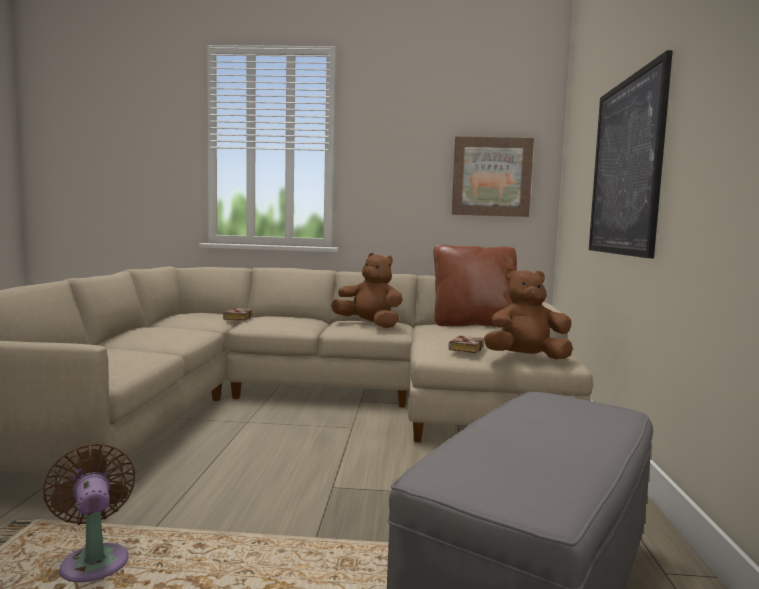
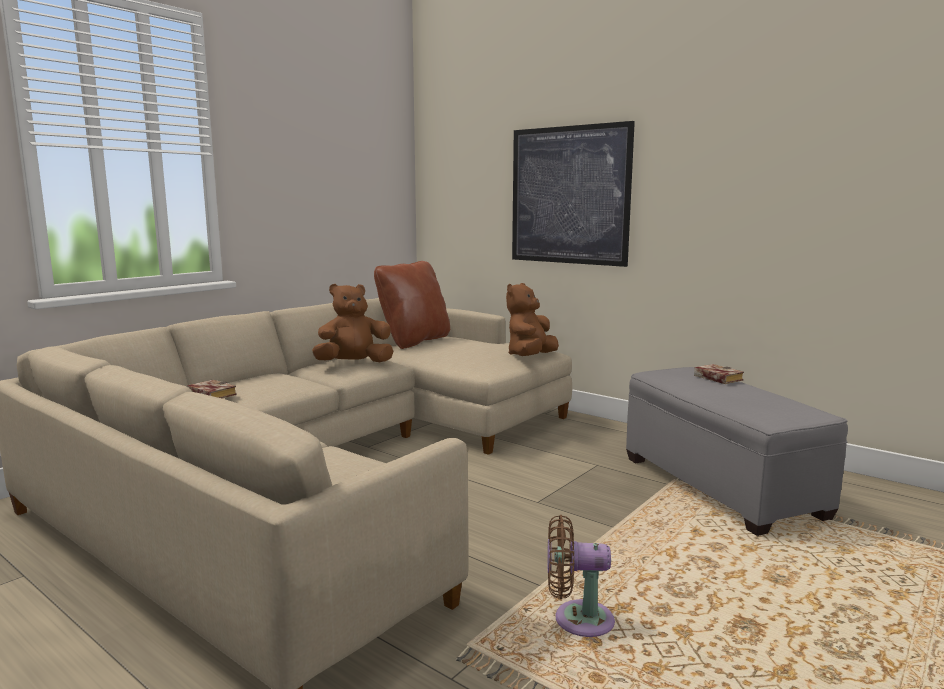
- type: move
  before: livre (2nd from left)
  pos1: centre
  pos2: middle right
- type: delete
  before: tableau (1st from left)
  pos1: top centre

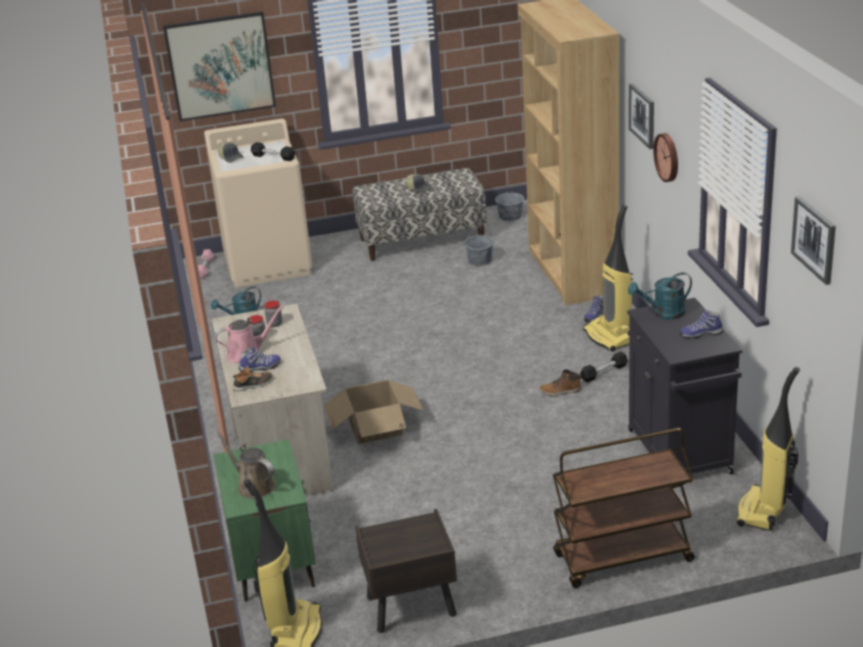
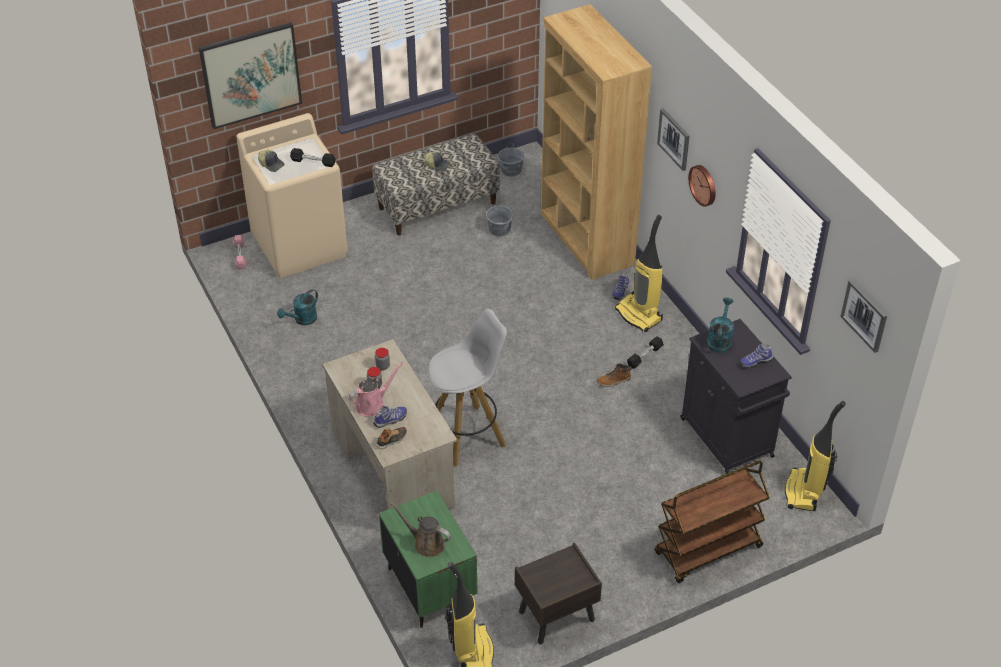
- type: replace
  before: carton
  after: tabouret/blanc
  pos1: centre
  pos2: centre
- type: rotate
  before: arrosoir/turquoise (2nd from left)
  pos1: middle right
  pos2: middle right
  turn: 135

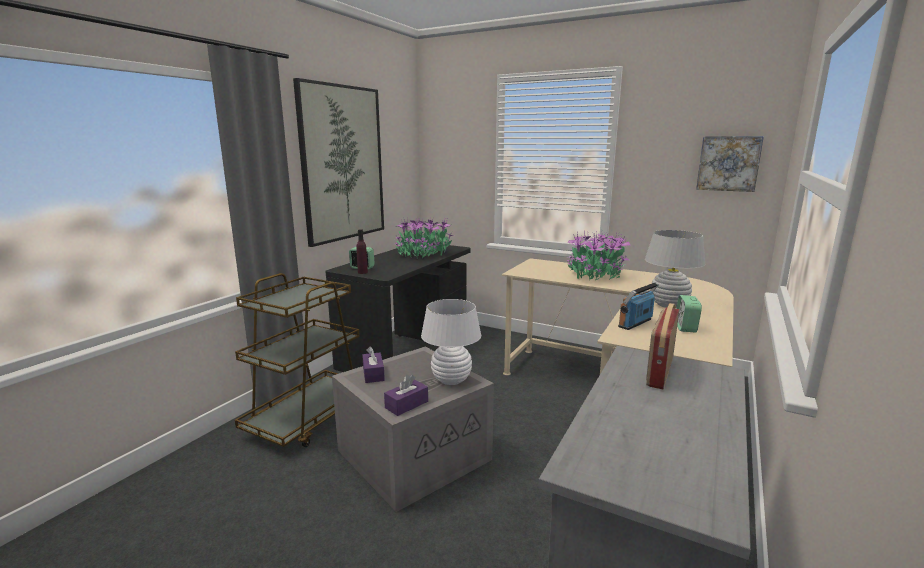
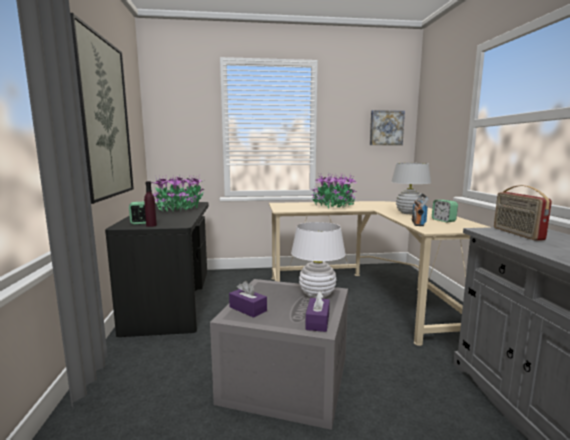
- type: delete
  before: chariot/marron
  pos1: middle left

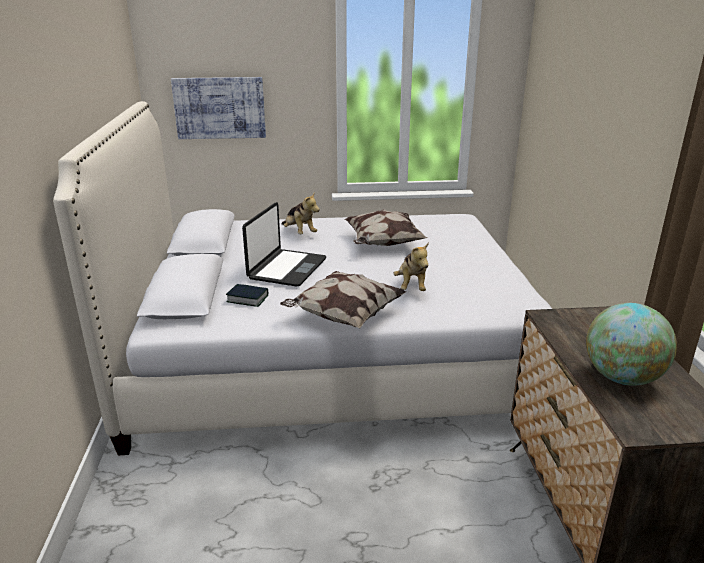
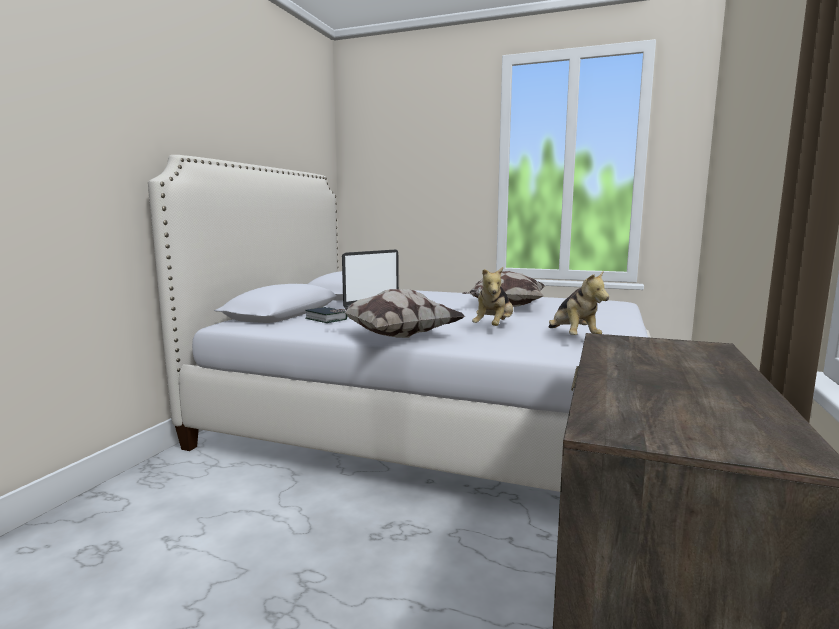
- type: move
  before: peluche (1st from left in the first image)
  after: peluche (2nd from left)
  pos1: centre
  pos2: middle right
- type: delete
  before: tableau
  pos1: top left
- type: delete
  before: globe
  pos1: middle right

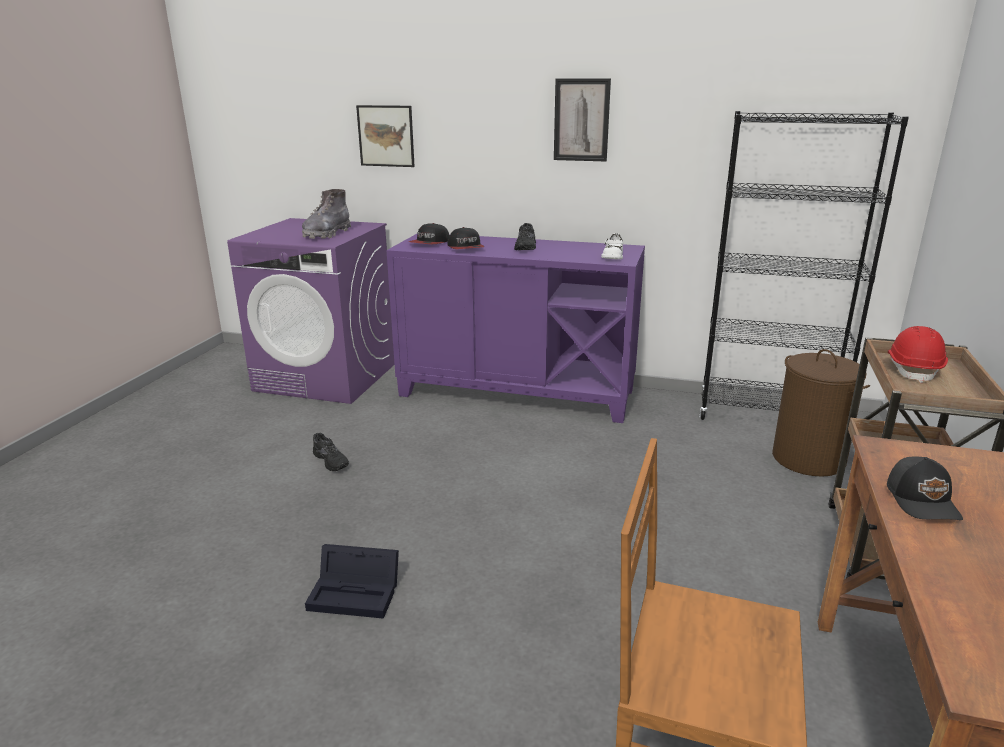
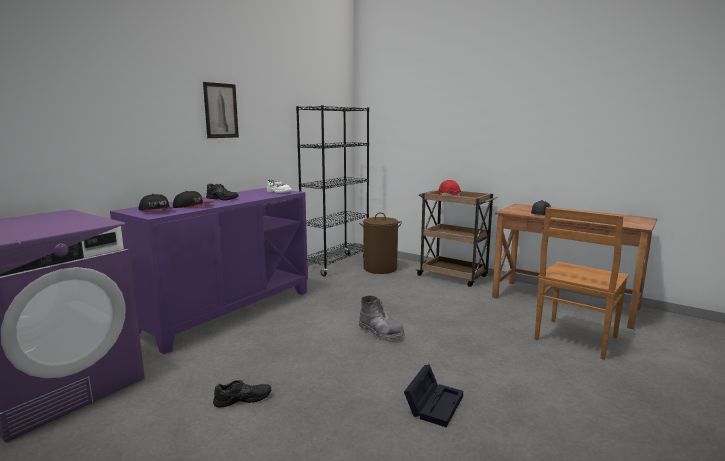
- type: move
  before: botte/gris
  pos1: top left
  pos2: bottom centre
- type: delete
  before: tableau (1st from left)
  pos1: top centre

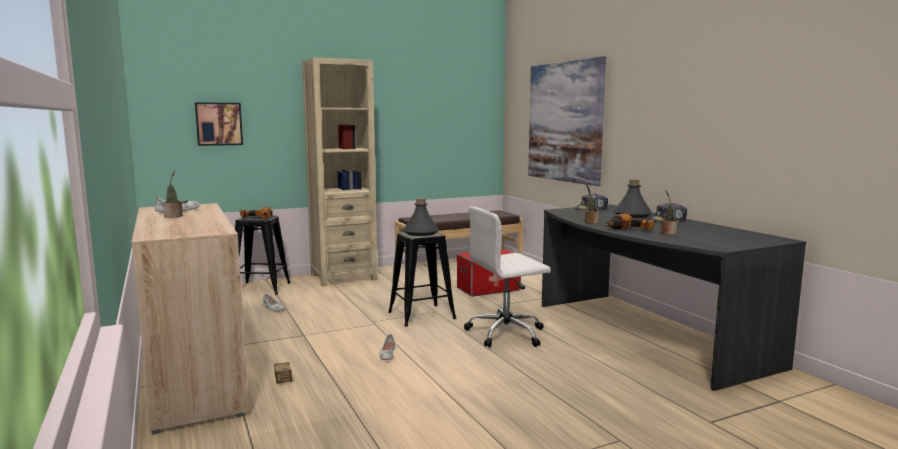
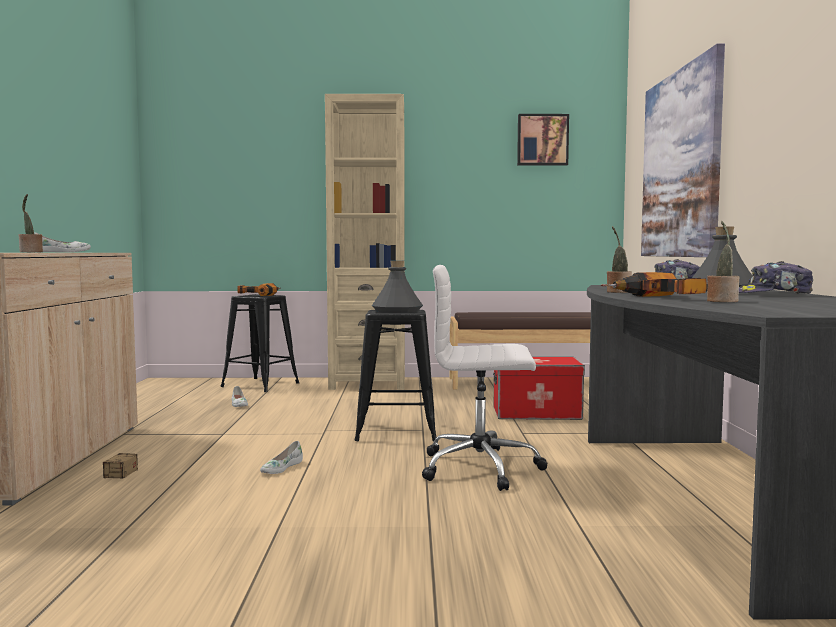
- type: move
  before: tableau (1st from left)
  pos1: top left
  pos2: top centre

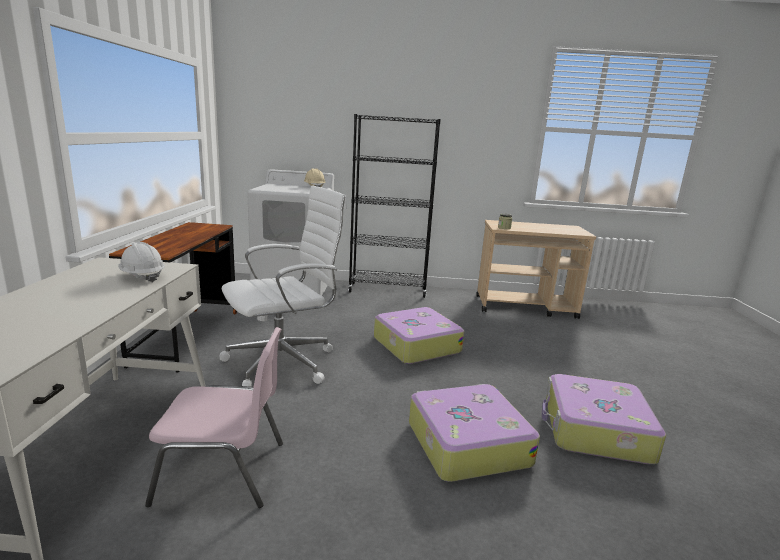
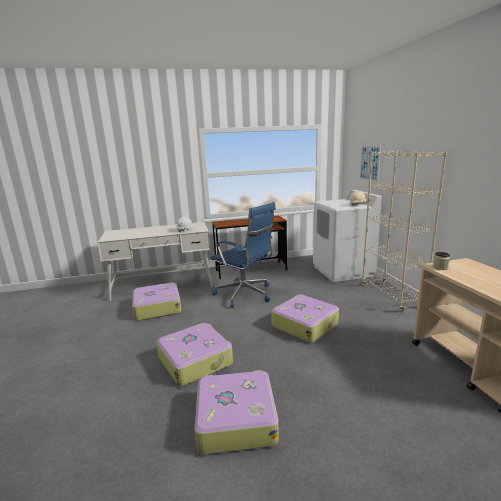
- type: replace
  before: chaise/rose
  after: valise (1st from left)
  pos1: bottom left
  pos2: middle left
- type: recolor
  before: chaise de bureau/blanc
  after: chaise de bureau/bleu
  pos1: centre
  pos2: centre
- type: insert
  after: tableau
  pos2: top right
- type: recolor
  before: bibliothèque/noir
  after: bibliothèque/beige
  pos1: centre
  pos2: middle right

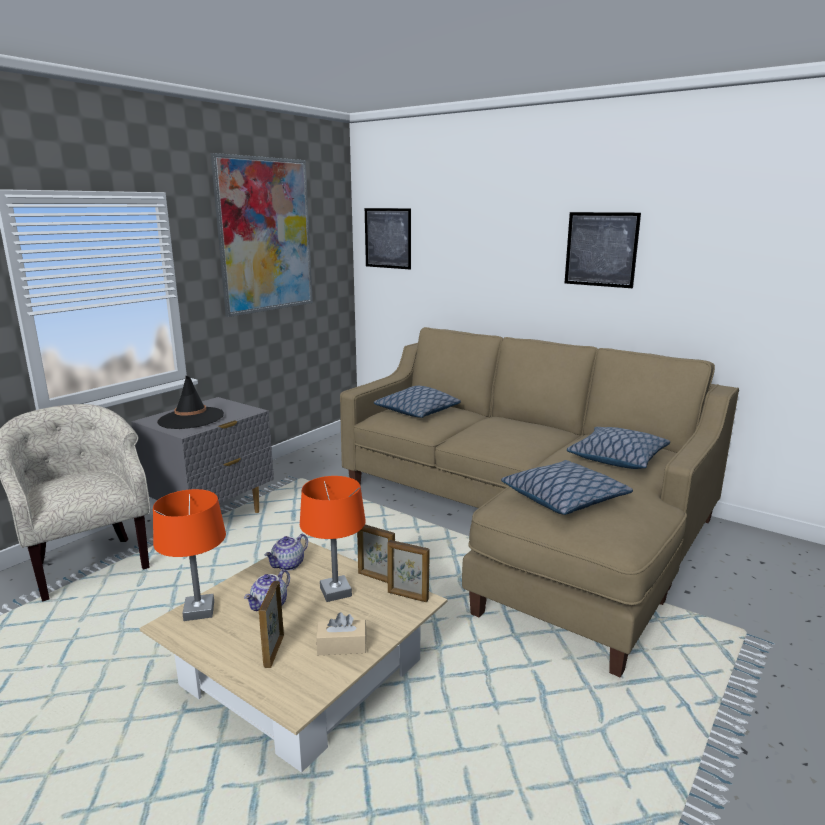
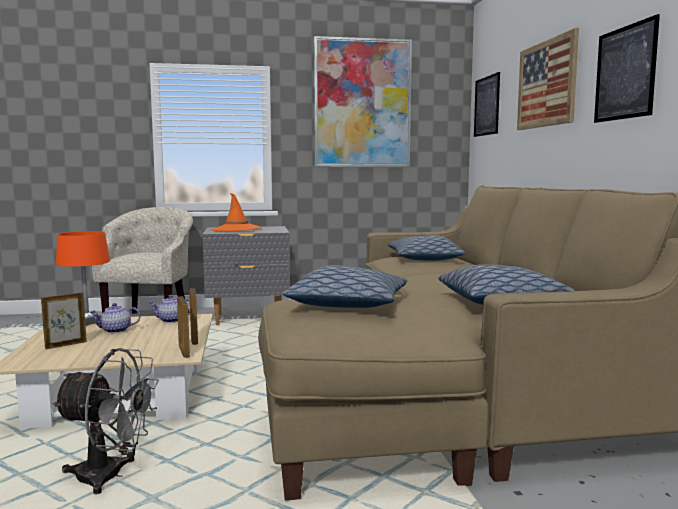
- type: insert
  after: ventilateur/gris
  pos2: bottom left
- type: recolor
  before: chapeau/noir
  after: chapeau/orange
  pos1: middle left
  pos2: centre
- type: insert
  after: tableau (3rd from left)
  pos2: top right
- type: delete
  before: lampe de table/orange (2nd from left)
  pos1: centre
- type: delete
  before: boîte à mouchoirs/beige
  pos1: bottom centre

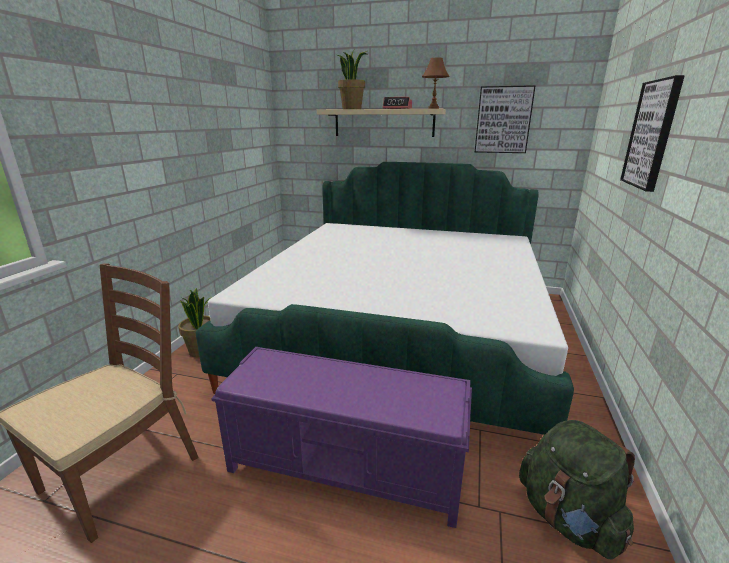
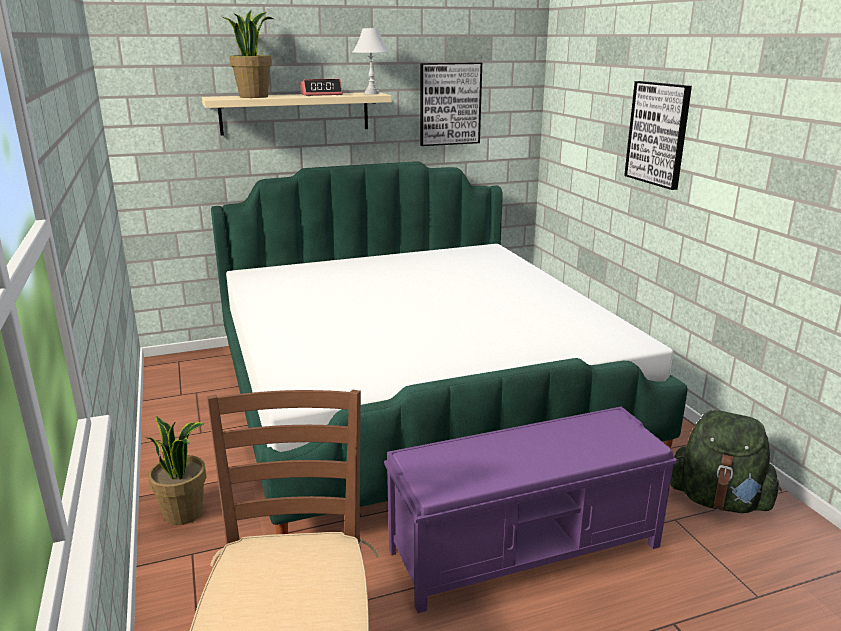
- type: recolor
  before: lampe de table/marron
  after: lampe de table/blanc
  pos1: top centre
  pos2: top centre

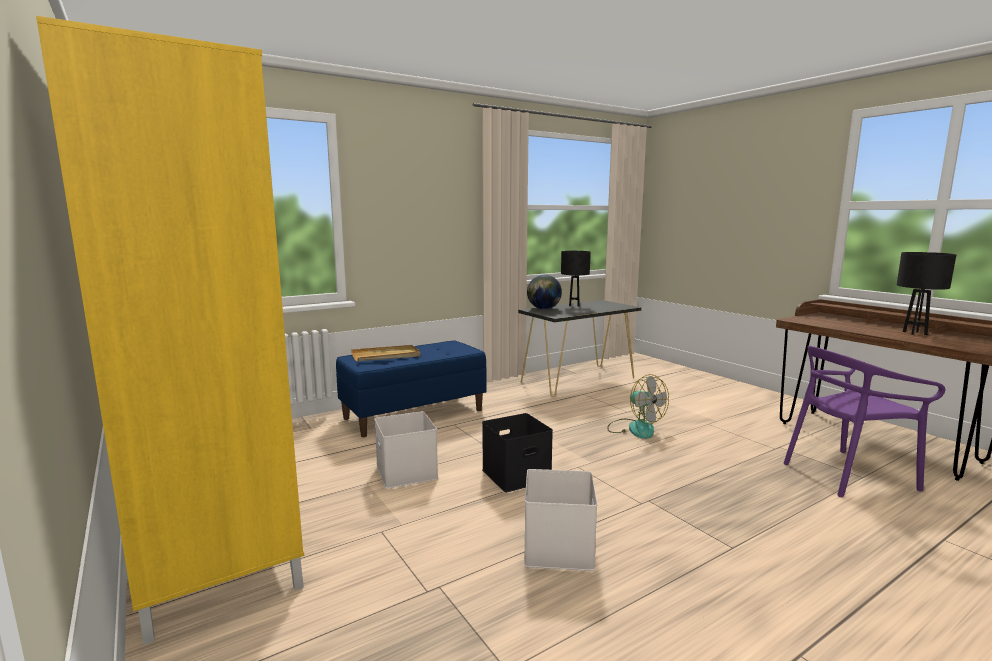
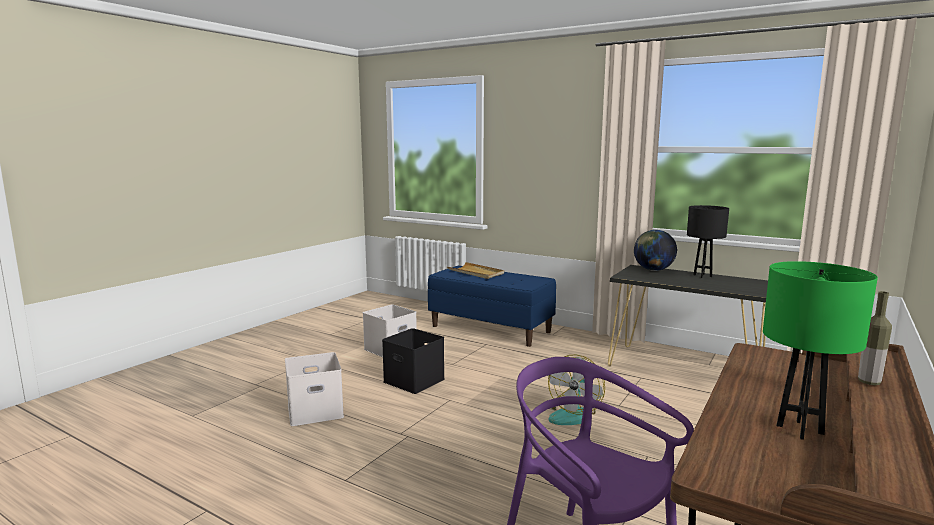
- type: recolor
  before: lampe de table/noir (2nd from left)
  after: lampe de table/vert
  pos1: middle right
  pos2: bottom right
- type: insert
  after: bouteille
  pos2: middle right
- type: delete
  before: armoire/jaune
  pos1: middle left

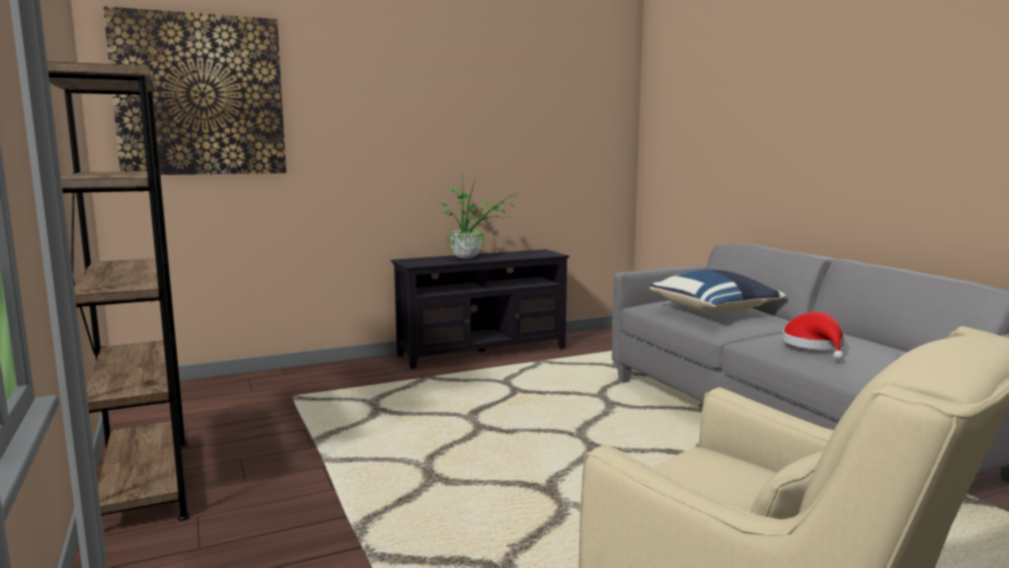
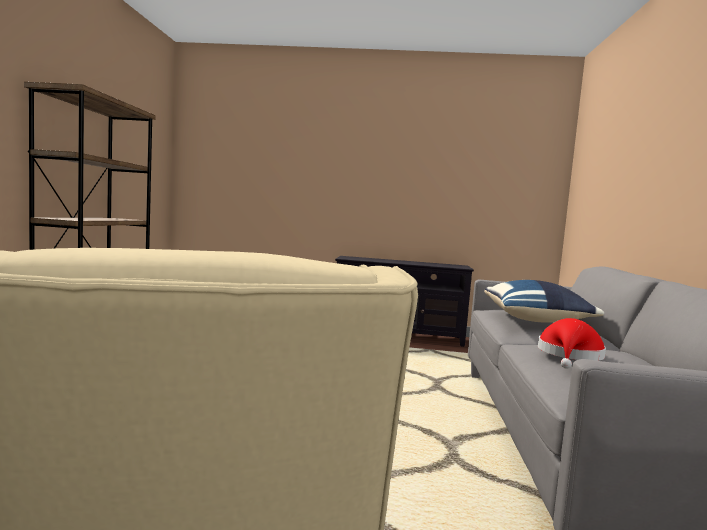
- type: delete
  before: tableau
  pos1: top left
- type: delete
  before: plante en pot
  pos1: centre

